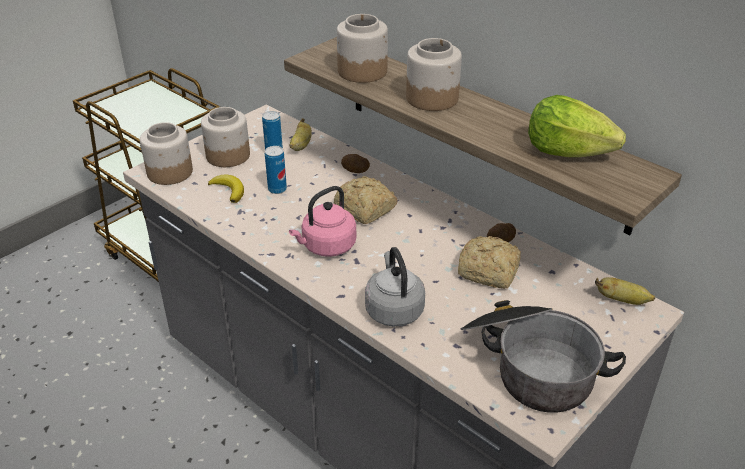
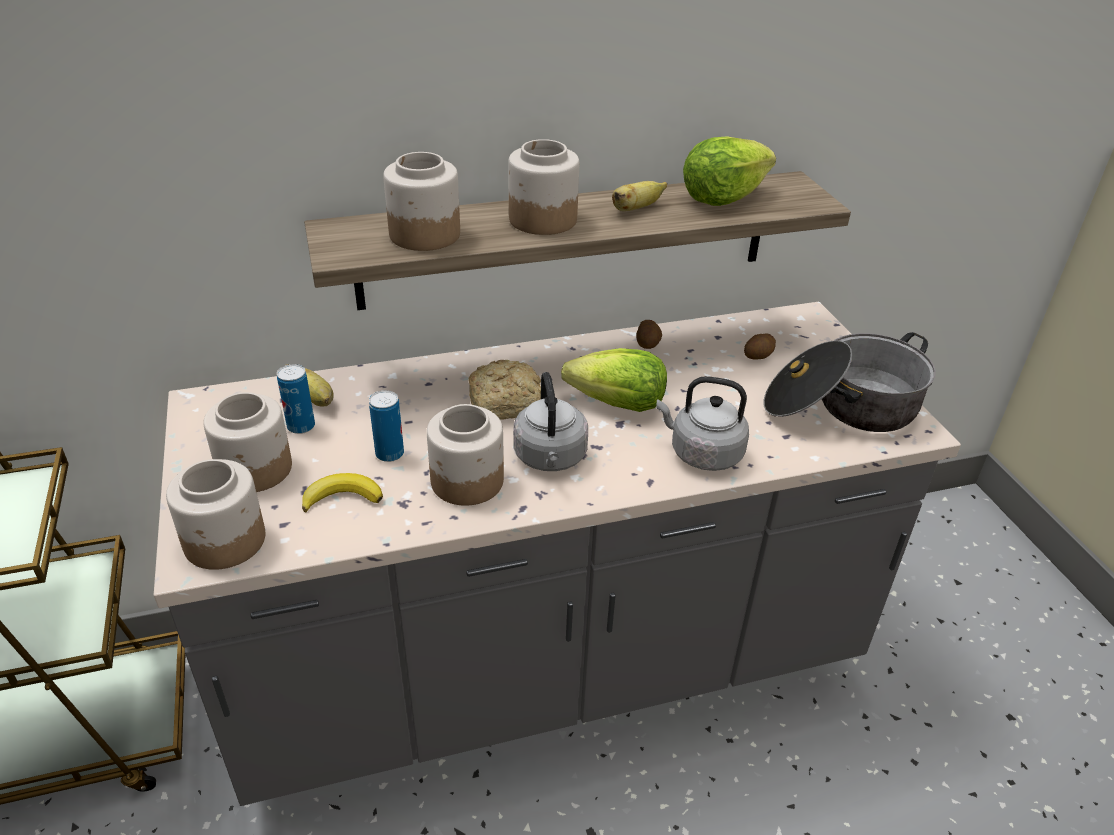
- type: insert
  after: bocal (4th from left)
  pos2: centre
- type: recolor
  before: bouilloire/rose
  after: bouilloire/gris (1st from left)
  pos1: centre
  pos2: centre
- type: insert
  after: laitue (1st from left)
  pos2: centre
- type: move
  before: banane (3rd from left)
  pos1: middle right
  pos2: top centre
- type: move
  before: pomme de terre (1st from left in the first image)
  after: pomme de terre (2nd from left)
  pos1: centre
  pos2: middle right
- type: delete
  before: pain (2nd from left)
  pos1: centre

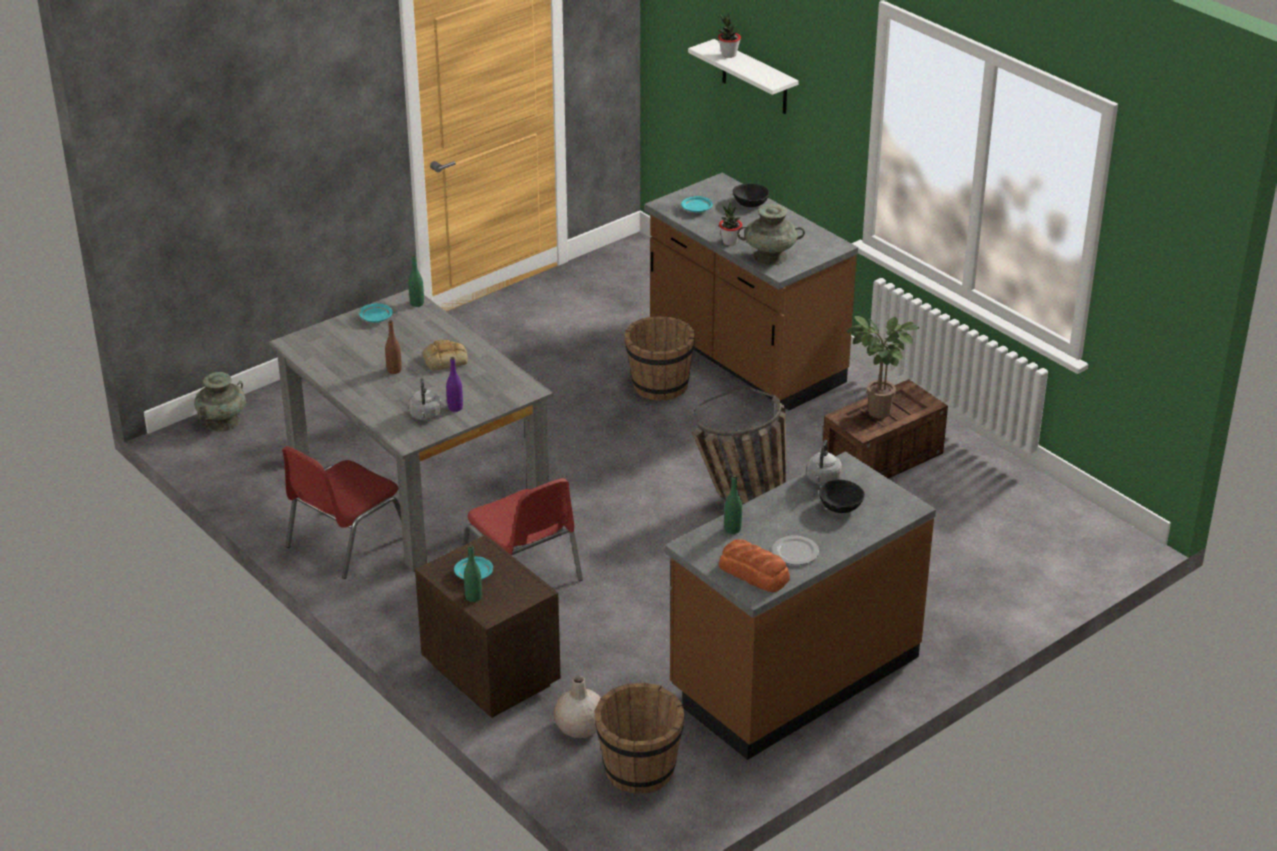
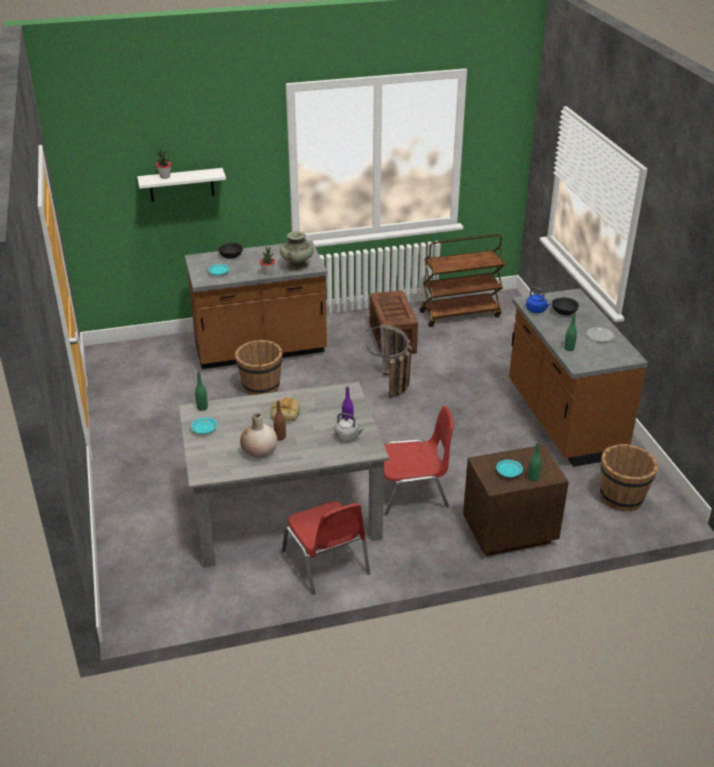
- type: move
  before: vase/beige
  pos1: bottom centre
  pos2: centre
- type: insert
  after: chariot/marron
  pos2: centre
- type: recolor
  before: bouilloire/gris (2nd from left)
  after: bouilloire/bleu
  pos1: centre
  pos2: middle right
- type: delete
  before: vase/turquoise (1st from left)
  pos1: middle left
- type: delete
  before: pain (2nd from left)
  pos1: centre
- type: delete
  before: plante en pot (3rd from left)
  pos1: middle right

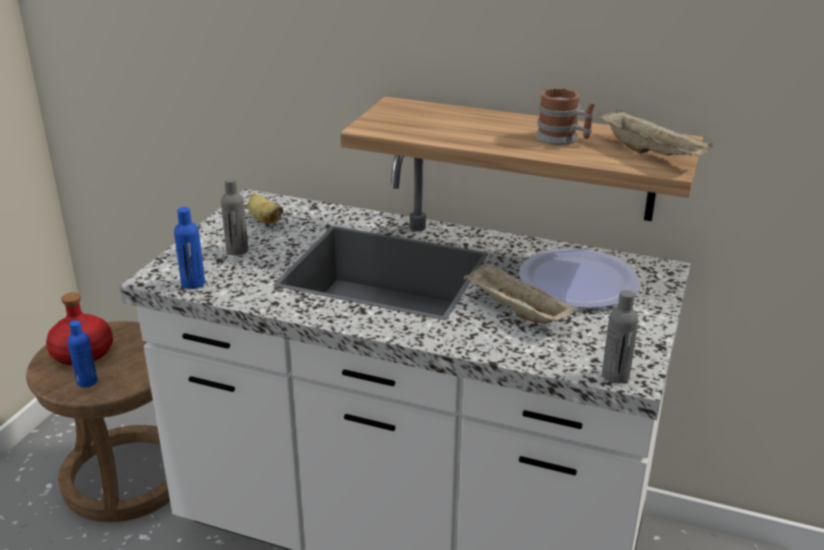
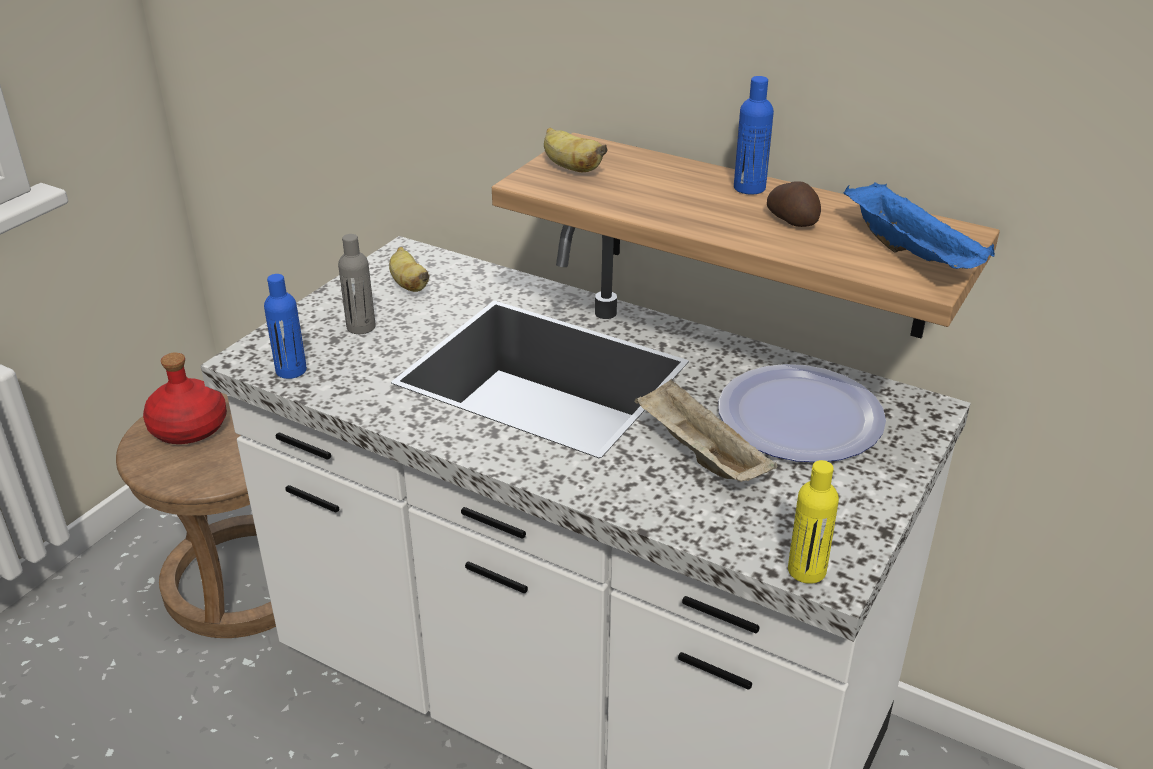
- type: insert
  after: banane (2nd from left)
  pos2: top centre
- type: move
  before: bouteille/bleu (1st from left in the first image)
  after: bouteille/bleu (2nd from left)
  pos1: middle left
  pos2: top centre
- type: replace
  before: mug
  after: pomme de terre
  pos1: top right
  pos2: top right
- type: recolor
  before: bouteille/gris (2nd from left)
  after: bouteille/jaune
  pos1: middle right
  pos2: bottom right
- type: recolor
  before: plateau/beige (2nd from left)
  after: plateau/bleu
  pos1: top right
  pos2: top right

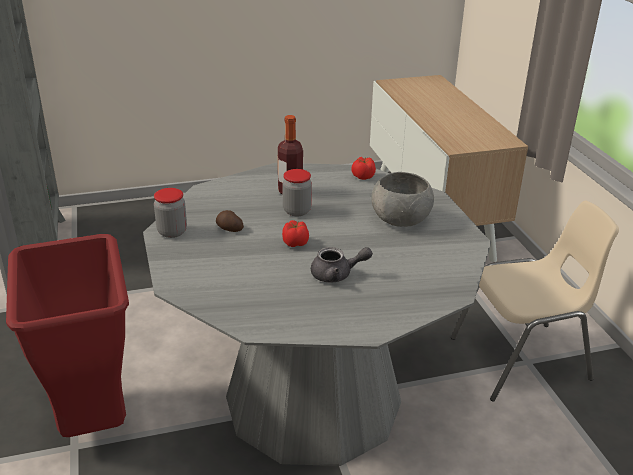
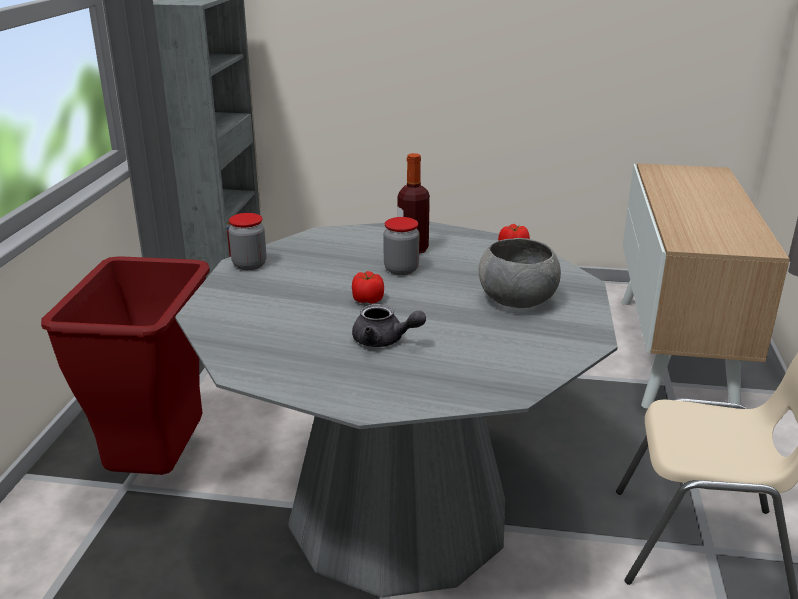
- type: delete
  before: pomme de terre
  pos1: centre

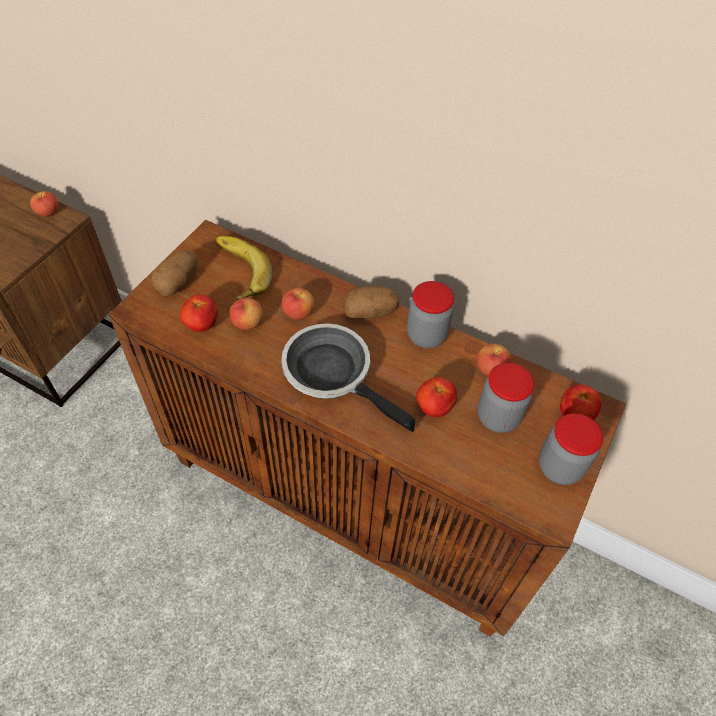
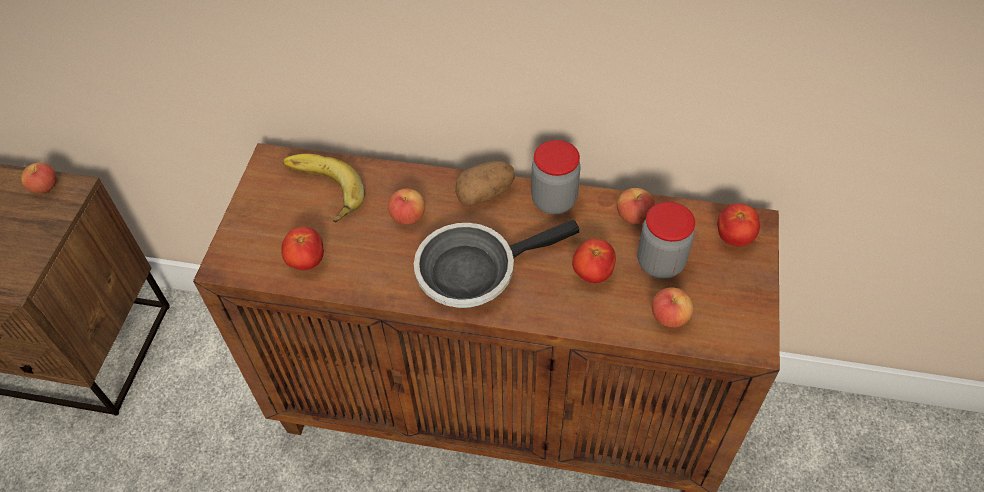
- type: rotate
  before: poêle
  pos1: centre
  pos2: centre
  turn: -45
- type: move
  before: pomme (2nd from left in the first image)
  after: pomme (4th from left)
  pos1: centre
  pos2: middle right
- type: delete
  before: pomme de terre (1st from left)
  pos1: middle left
- type: delete
  before: bocal (3rd from left)
  pos1: middle right

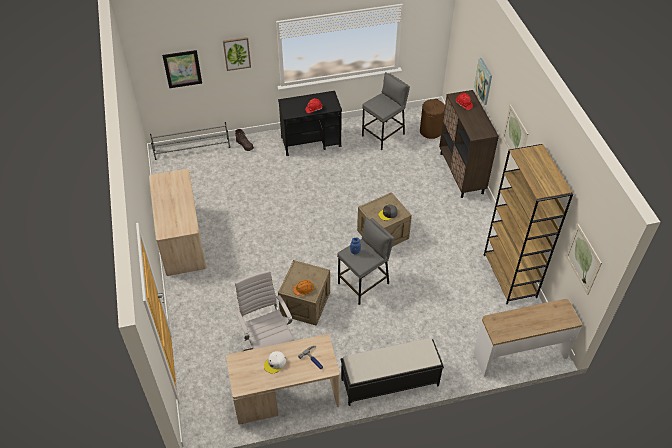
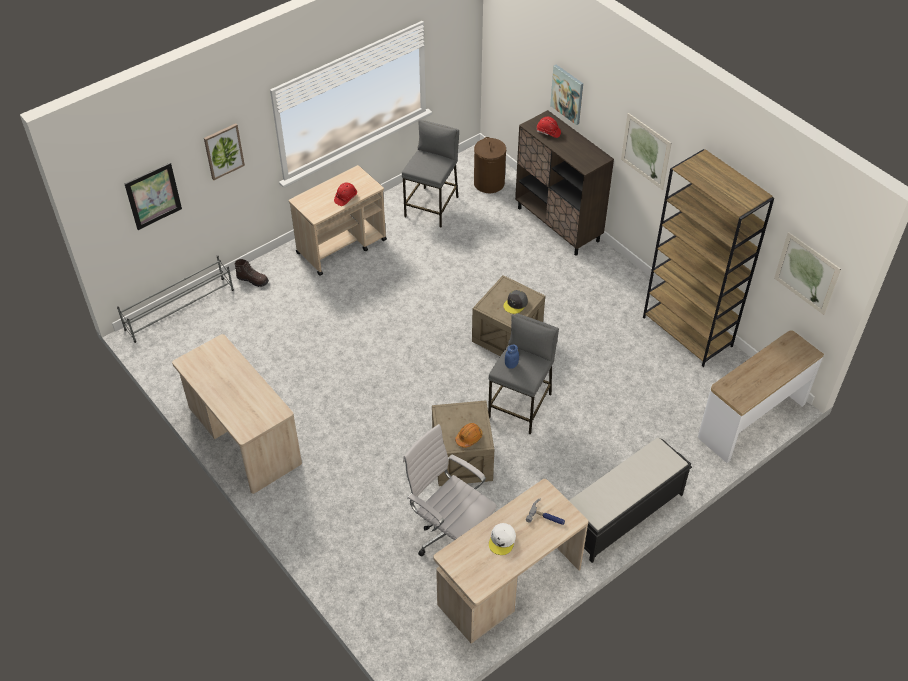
- type: recolor
  before: chariot/noir
  after: chariot/beige
  pos1: top centre
  pos2: top centre

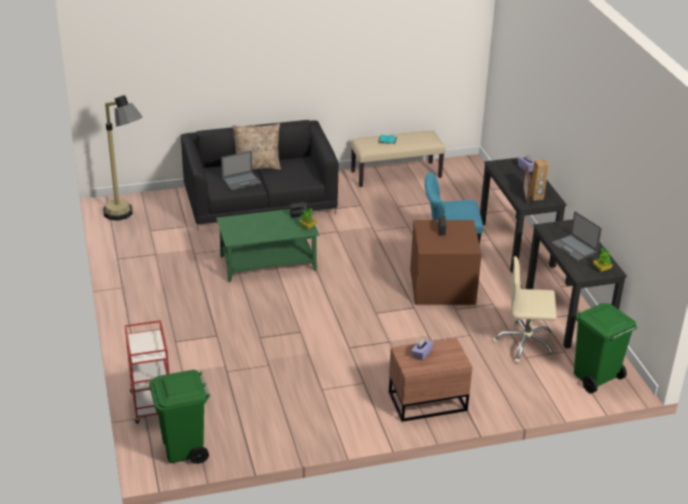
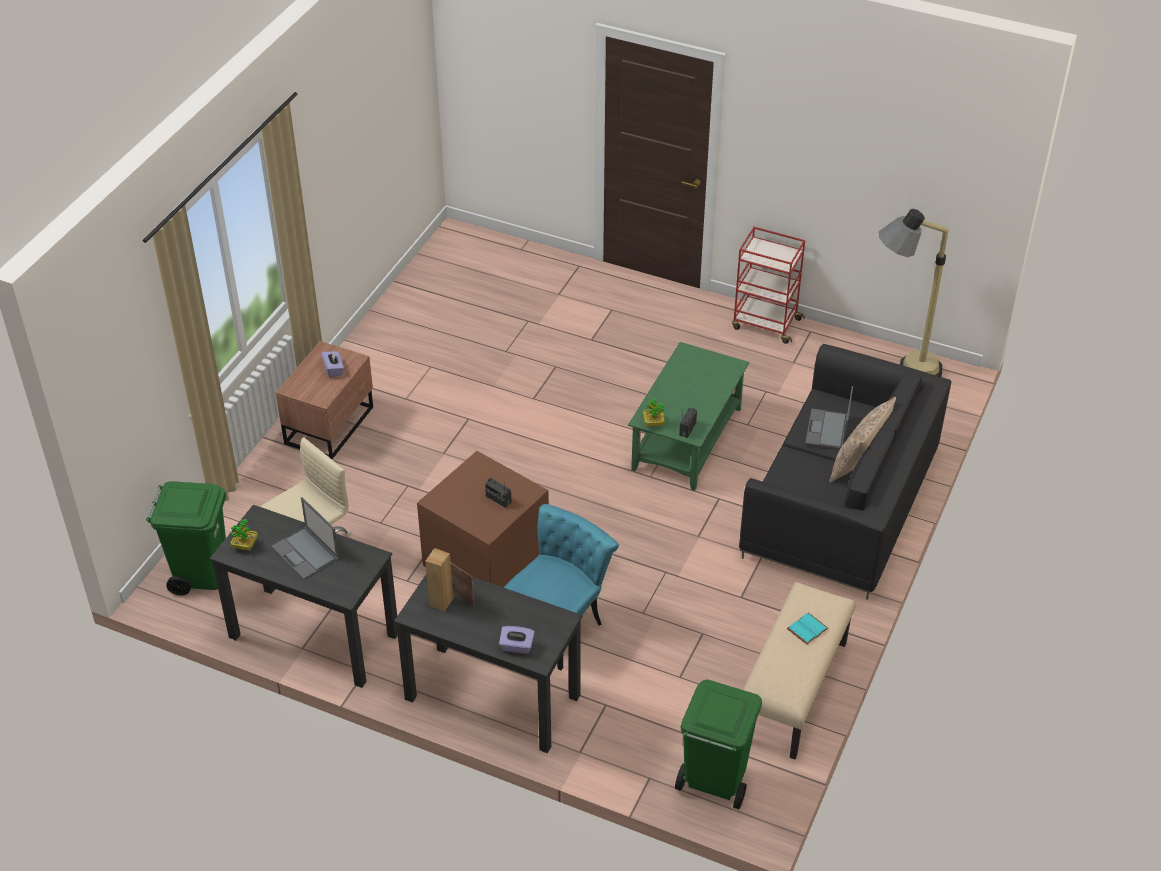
- type: rotate
  before: ordinateur portable (2nd from left in the first image)
  pos1: middle right
  pos2: middle left
  turn: -135
- type: move
  before: poubelle/vert (1st from left in the first image)
  after: poubelle/vert (2nd from left)
  pos1: bottom left
  pos2: bottom centre
- type: move
  before: chariot/rouge
  pos1: bottom left
  pos2: top centre

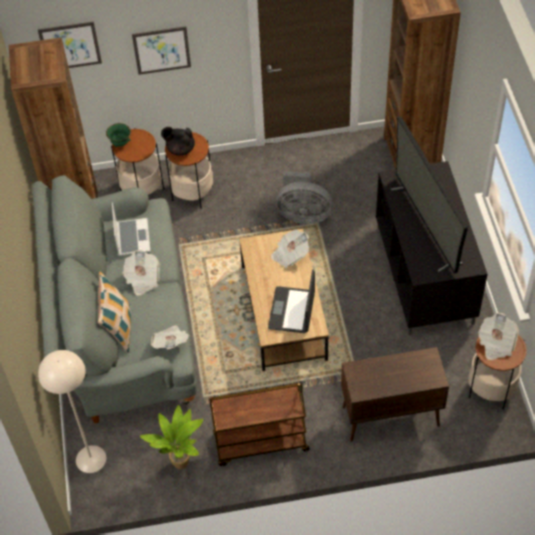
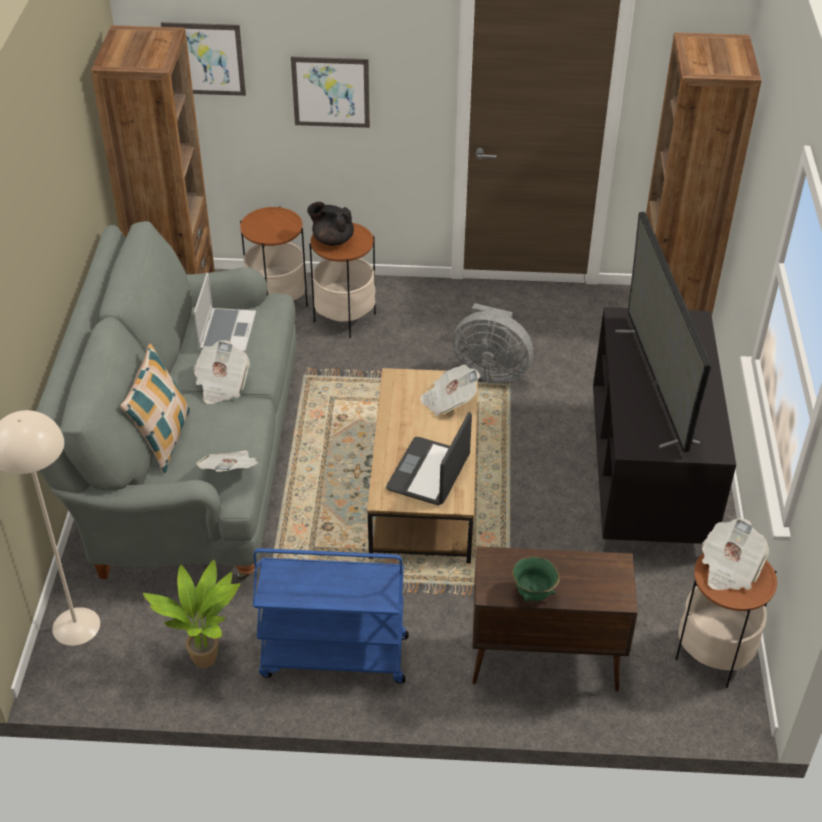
- type: recolor
  before: chariot/marron
  after: chariot/bleu
  pos1: bottom centre
  pos2: bottom centre
- type: move
  before: bol/vert
  pos1: top left
  pos2: bottom centre

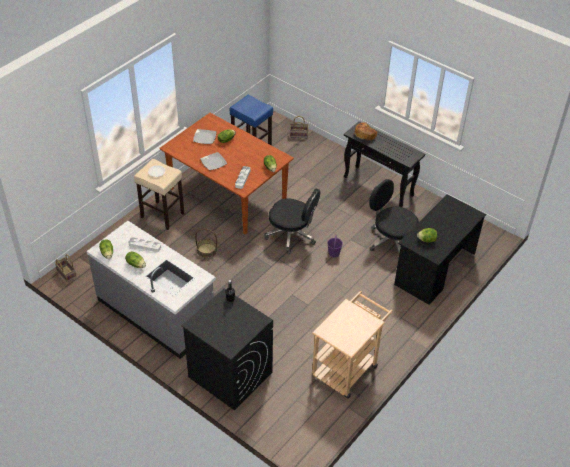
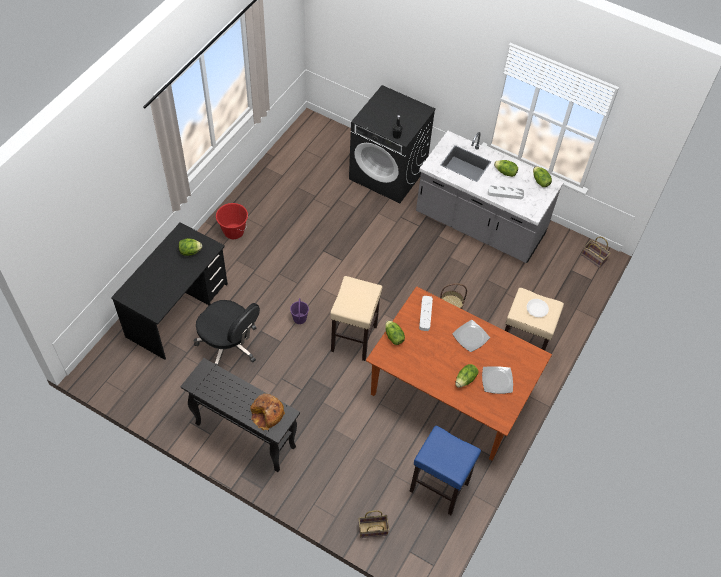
- type: insert
  after: seau/rouge
  pos2: middle left
- type: replace
  before: chaise de bureau/noir (1st from left)
  after: tabouret/beige (1st from left)
  pos1: centre
  pos2: centre
- type: delete
  before: chariot/beige
  pos1: bottom centre

